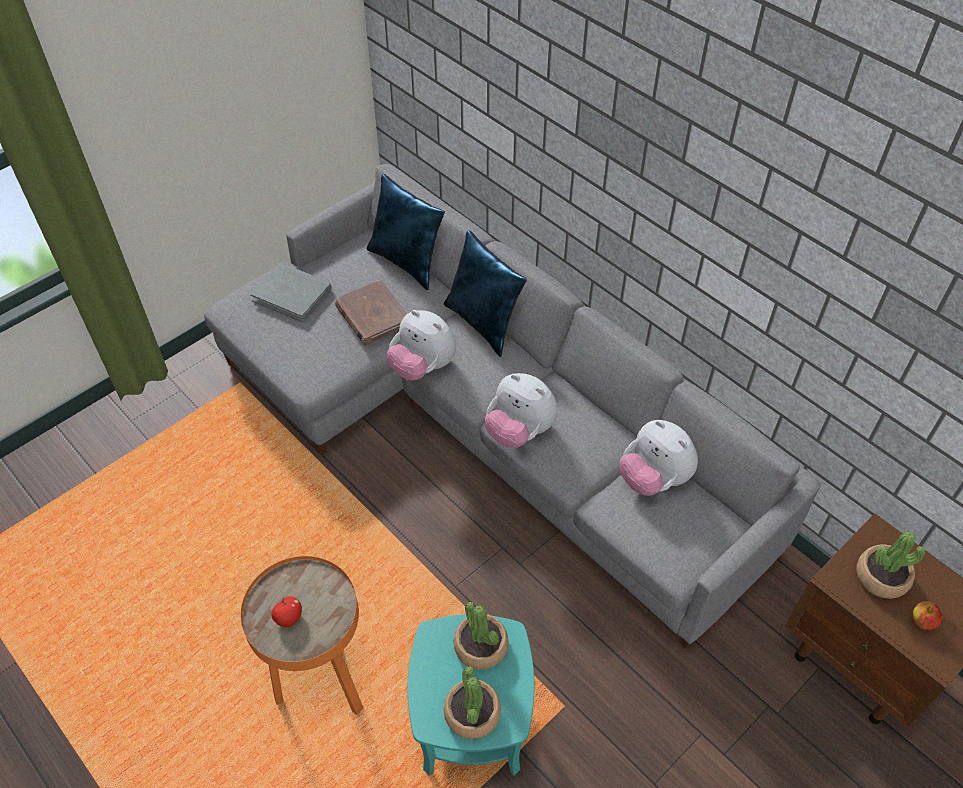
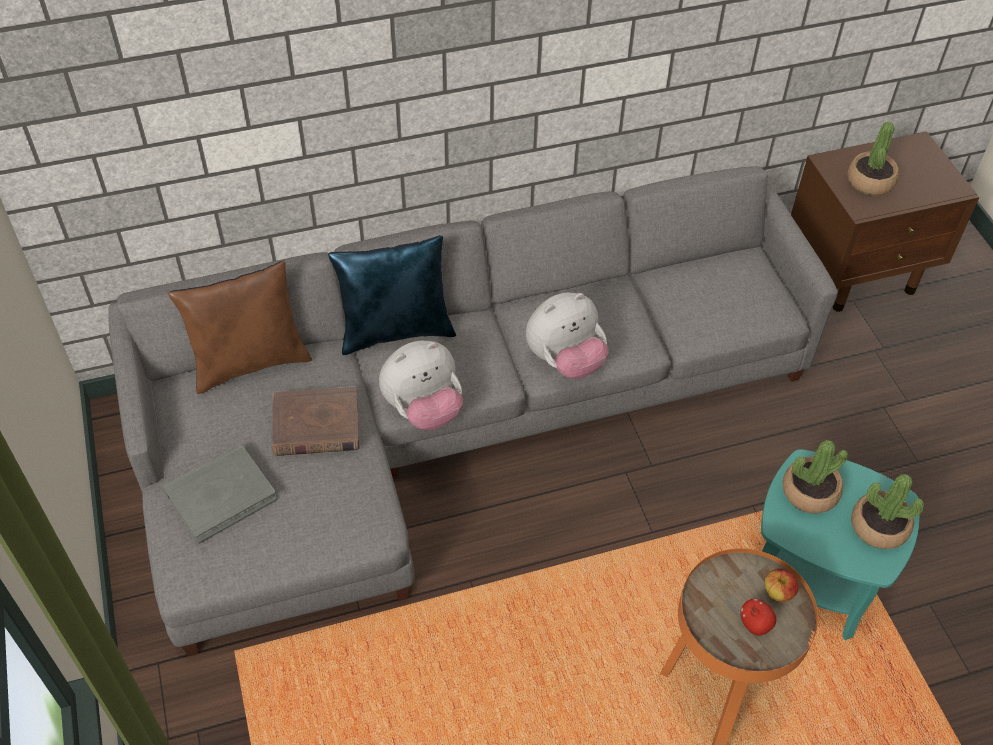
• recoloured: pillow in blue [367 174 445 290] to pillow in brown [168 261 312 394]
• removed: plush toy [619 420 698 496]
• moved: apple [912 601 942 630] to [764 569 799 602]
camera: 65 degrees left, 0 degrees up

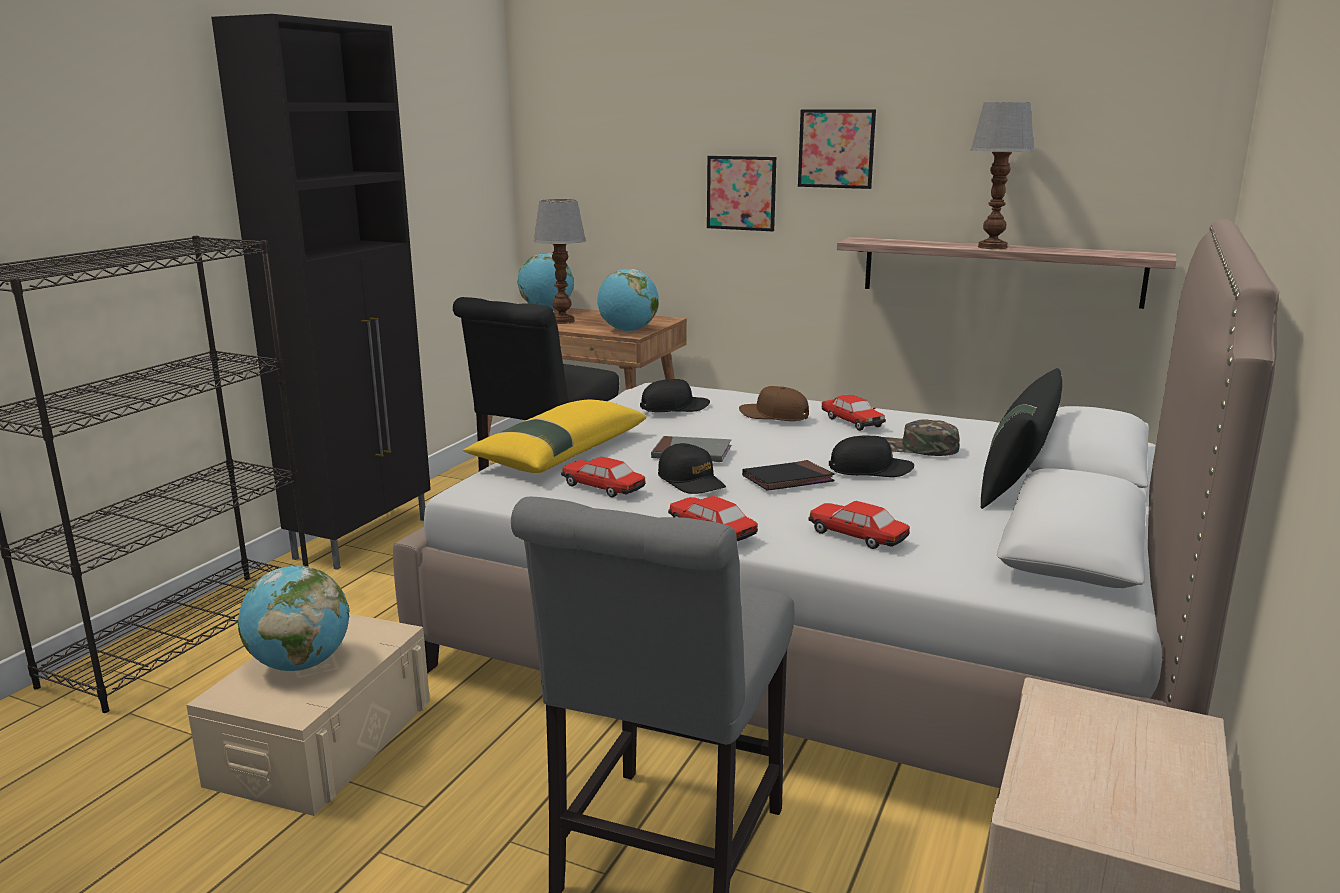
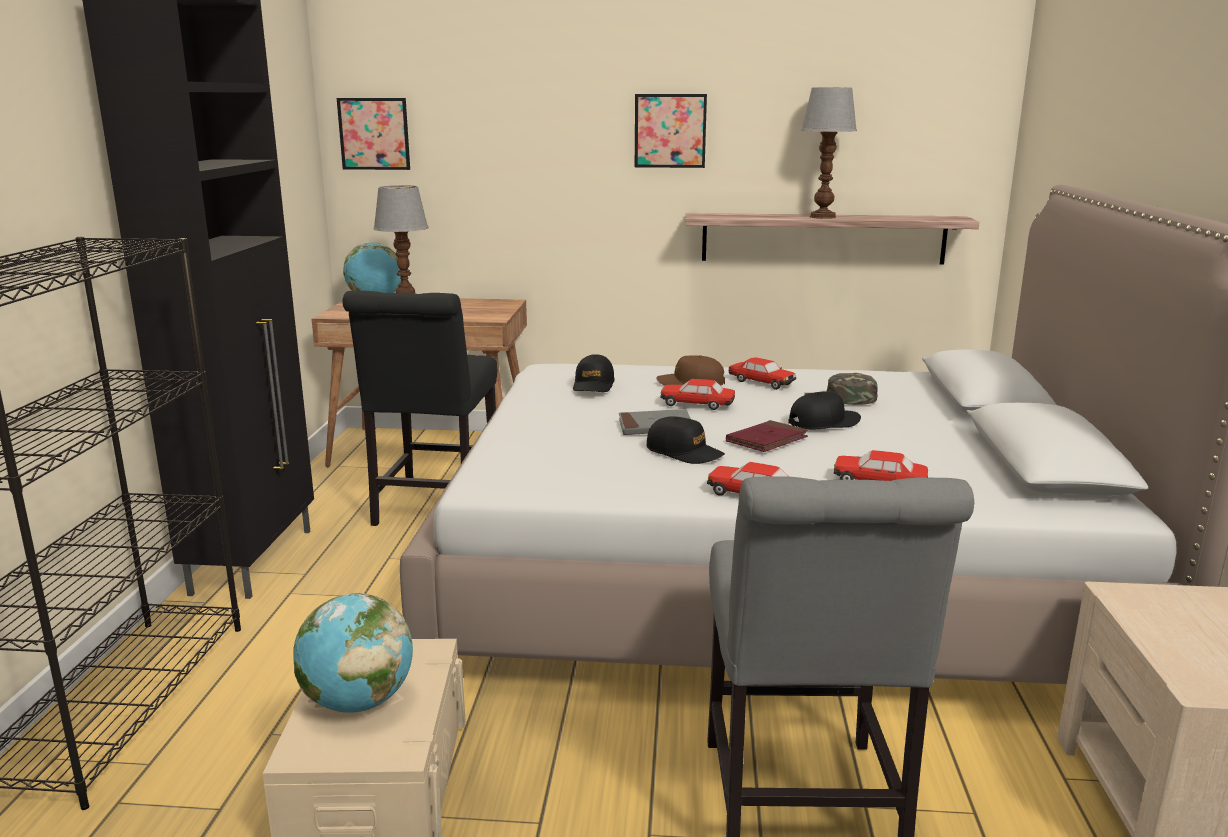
• moved: picture [707 156 776 231] to [337 98 410 170]
• removed: globe [597 269 659 332]
• removed: pillow in black [981 368 1062 509]
• turned: cap in black [640 379 710 412] = [573 354 615 392] 135 degrees clockwise
• removed: pillow in yellow [463 400 647 473]
• moved: toy car [561 457 646 498] to [660 379 735 410]
• recoloured: book in black [742 460 835 491] to book in red [726 420 808 452]
camera: 20 degrees left, 0 degrees up

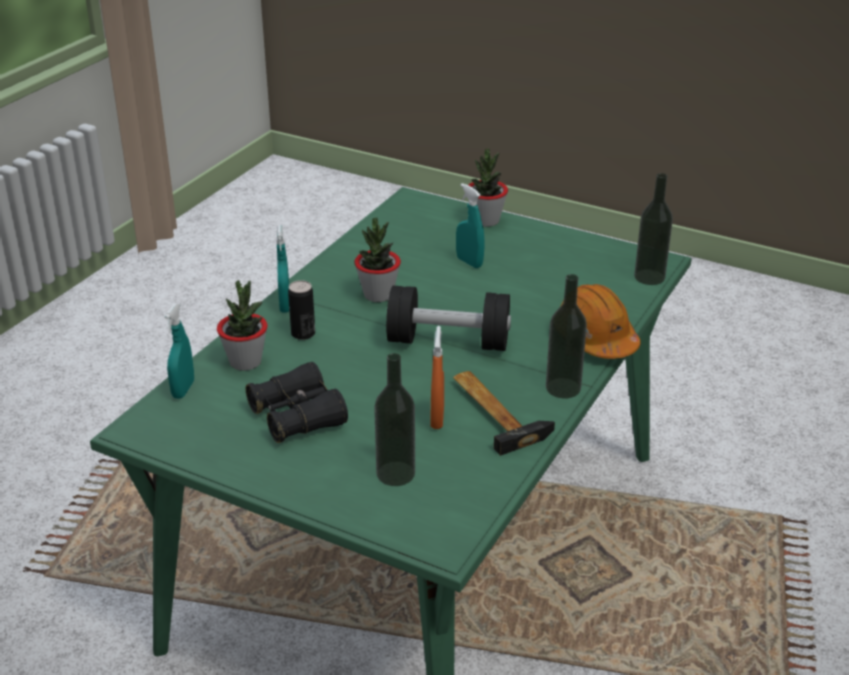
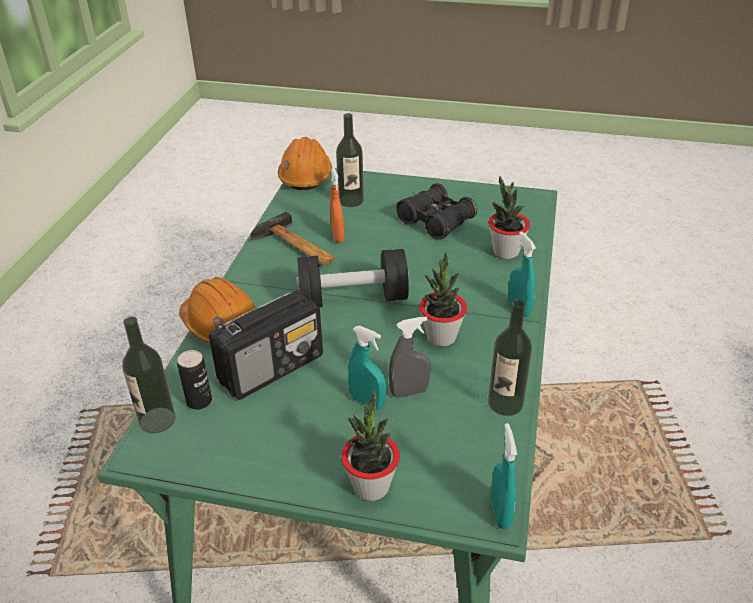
• moved: bottle [546 274 587 398] to [488 299 532 416]
• moved: can [288 280 315 340] to [177 350 212 410]
• moved: spray bottle in turquoise [164 304 194 399] to [491 423 517 529]
• added: hard hat in orange [278 137 332 190]
• added: radio [209 291 323 400]
• added: spray bottle in grey [389 317 431 398]
camera: 165 degrees right, 5 degrees up

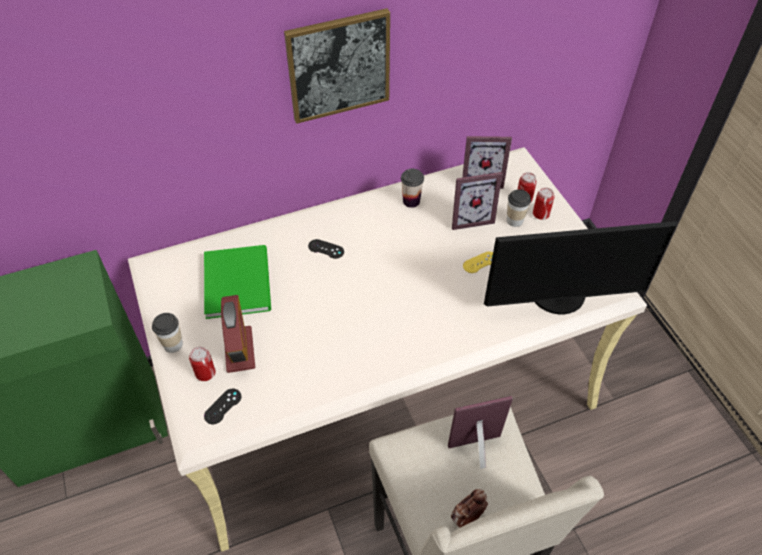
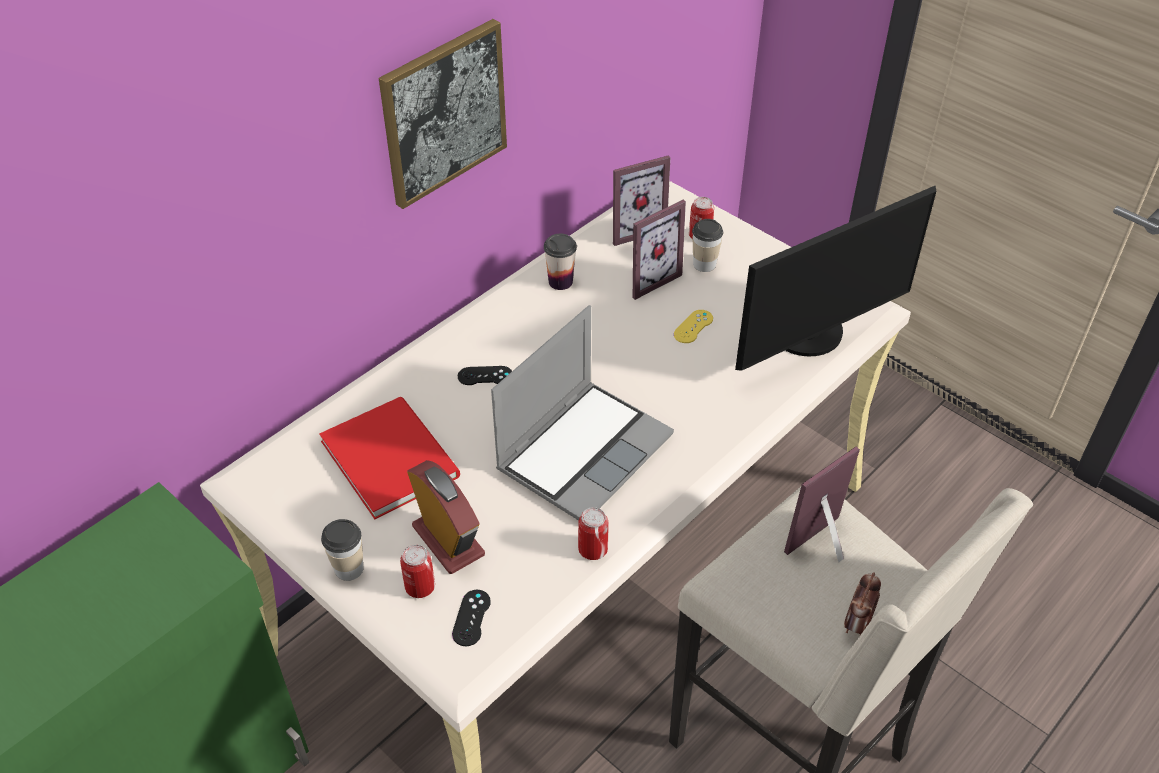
• moved: can [533 188 554 220] to [578 507 608 560]
• recoloured: book in green [204 245 271 319] to book in red [319 396 460 519]
• added: laptop [491 305 674 521]
camera: 25 degrees left, 5 degrees down

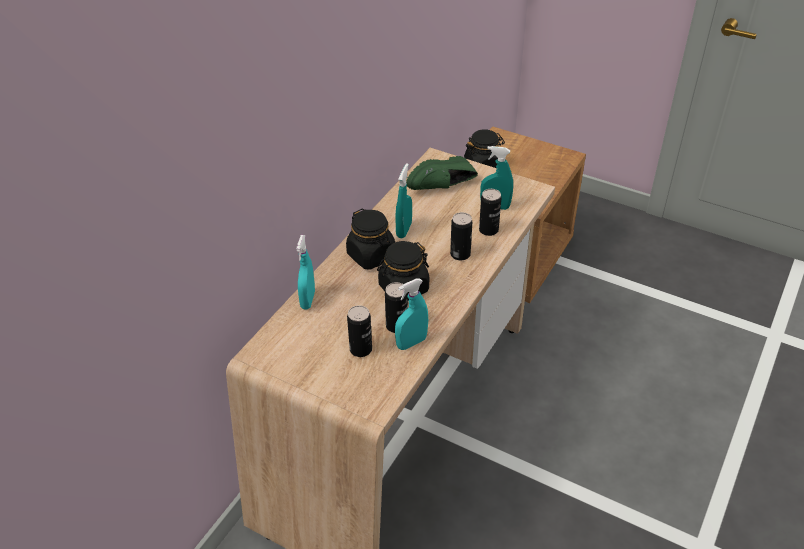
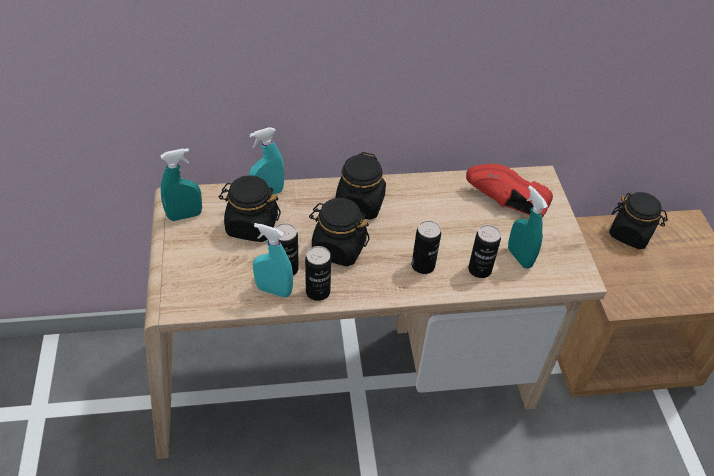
• recoloured: shoe in green [406 156 478 190] to shoe in red [466 164 553 217]
• moved: spray bottle in turquoise [395 163 412 238] to [161 148 202 221]
• moved: can [347 305 372 357] to [305 246 331 301]
• added: jar in black [219 175 281 242]
camera: 50 degrees right, 5 degrees up

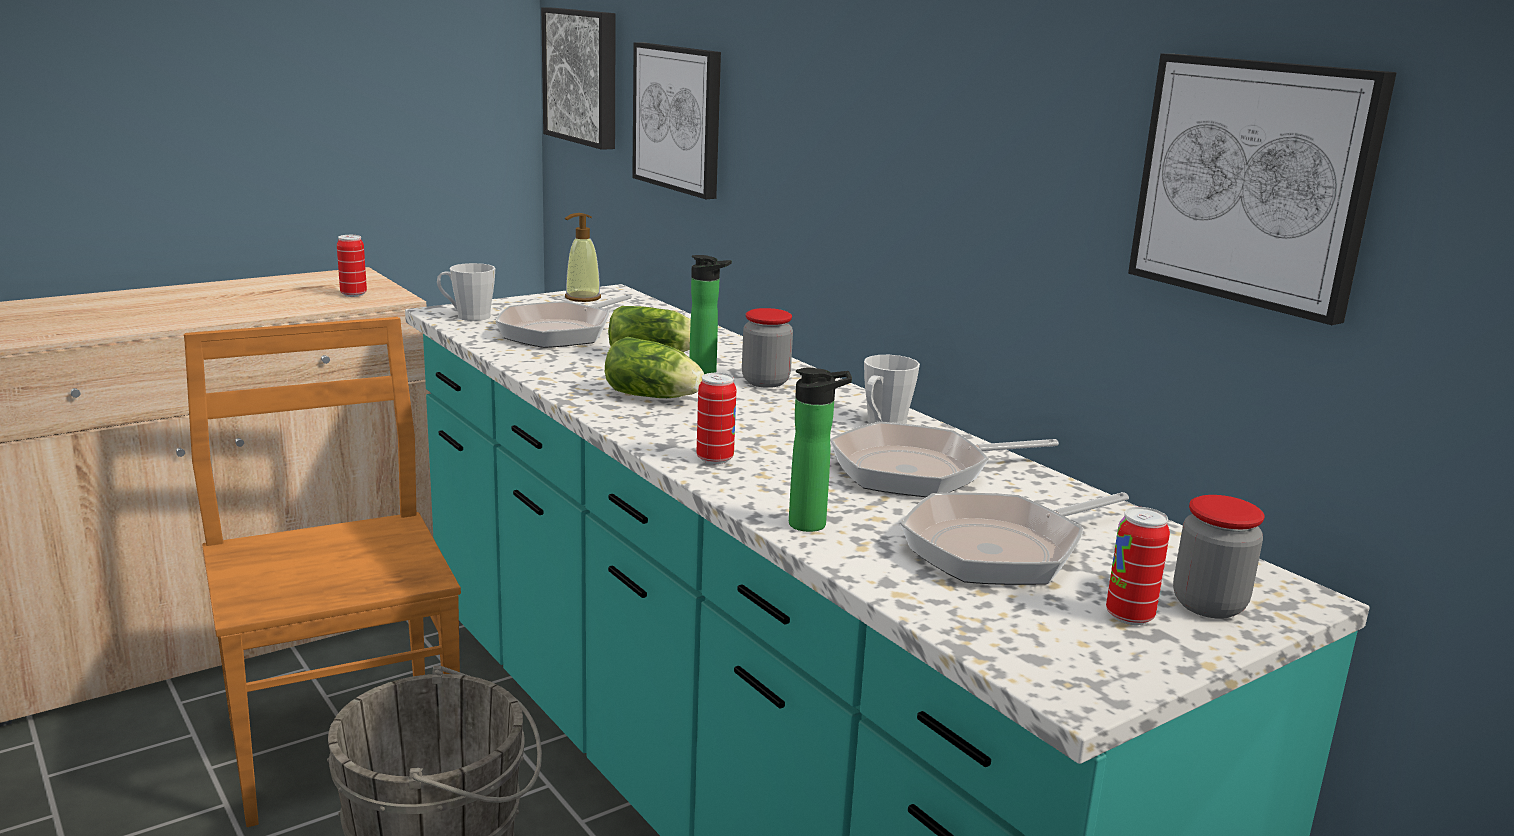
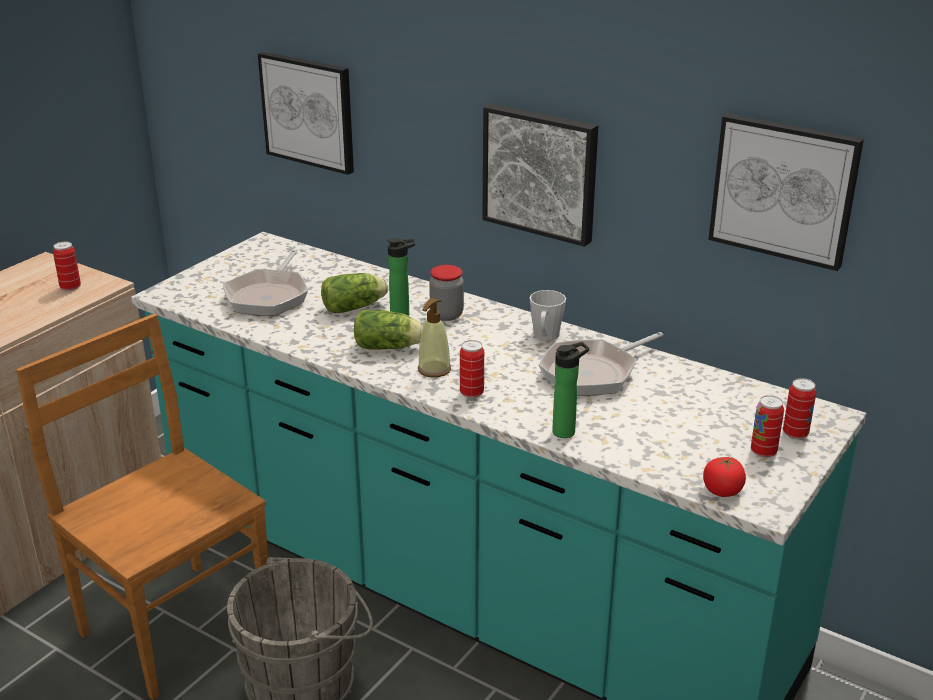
• moved: picture [541 7 616 150] to [482 103 598 247]
• moved: soap dispenser [565 213 601 302] to [418 298 451 377]
• removed: mug in grey [437 263 495 321]
• removed: frying pan [901 492 1129 585]
• replaced: jar [1173 495 1265 619] to can [783 378 816 439]
• added: tomato [703 457 746 497]
camera: 20 degrees left, 10 degrees up

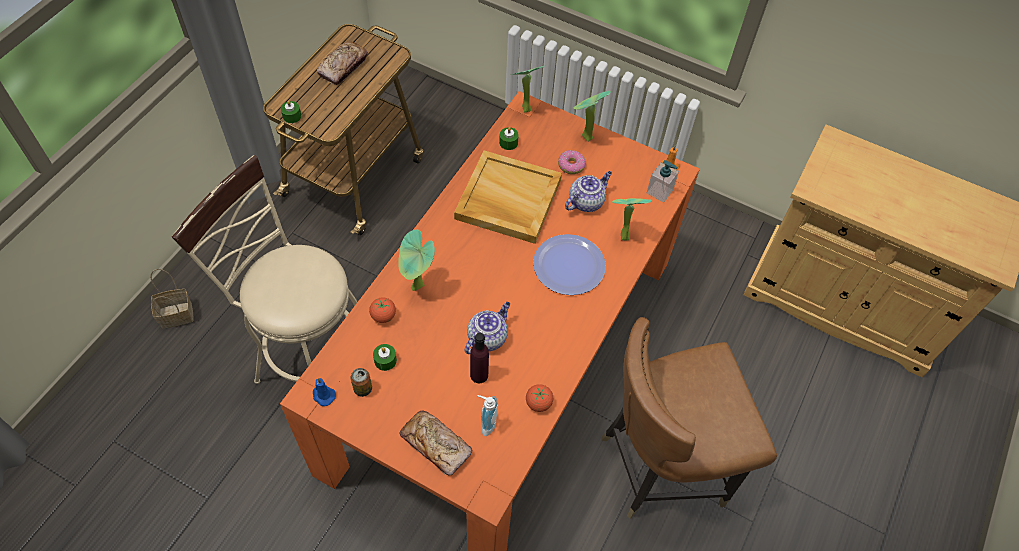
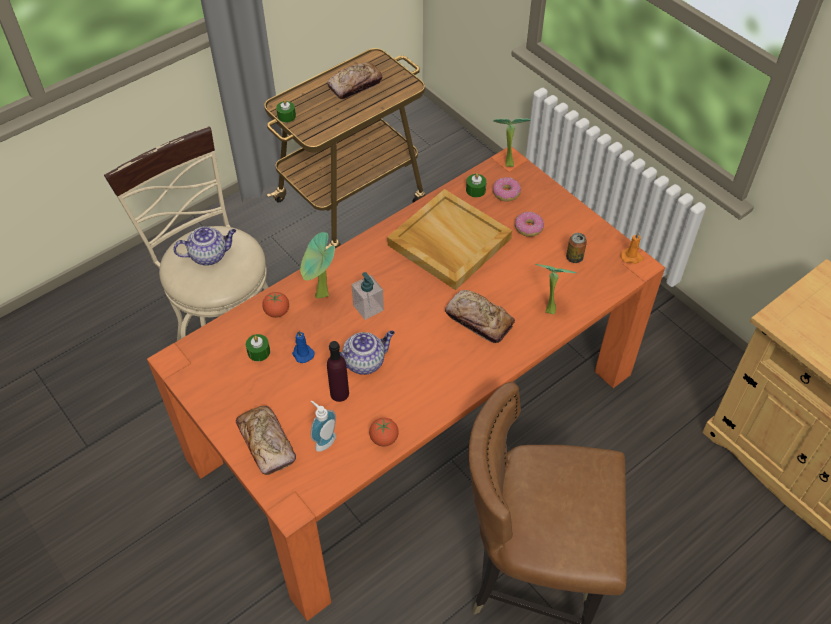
• removed: potted plant [573 91 611 142]
• moved: soap dispenser [647 160 679 203] to [352 272 384 320]
• moved: teapot [565 171 612 212] to [173 226 236 266]
• replaced: plate [533 234 606 295] to bread [445 290 515 343]
• removed: basket [150 269 193 329]
• moved: can [350 368 372 397] to [566 233 587 263]
• moved: candle in blue [313 378 336 406] to [292 330 314 363]
• added: donut [493 177 521 202]
camera: 25 degrees right, 5 degrees down

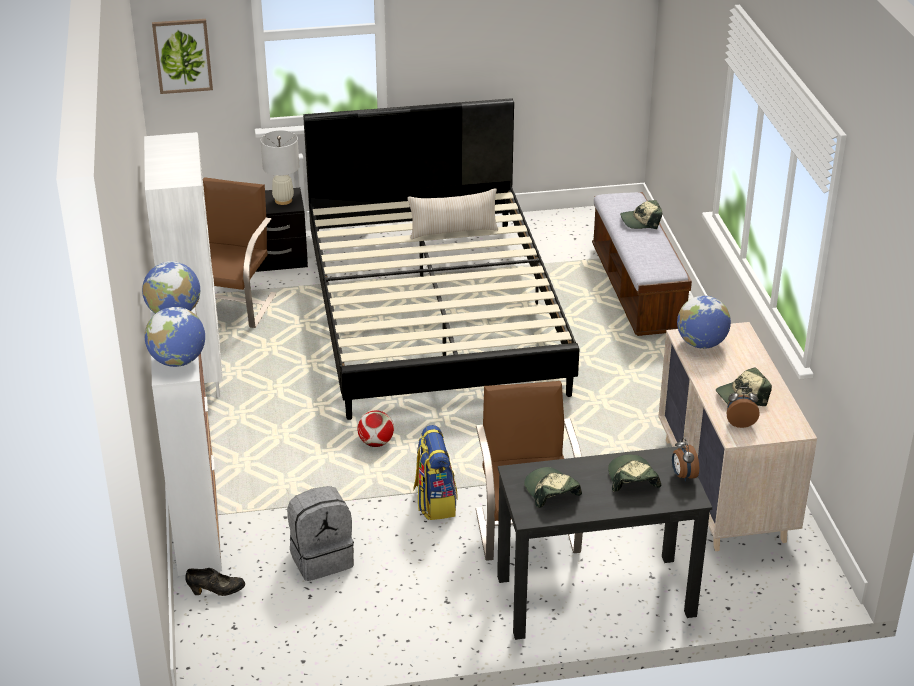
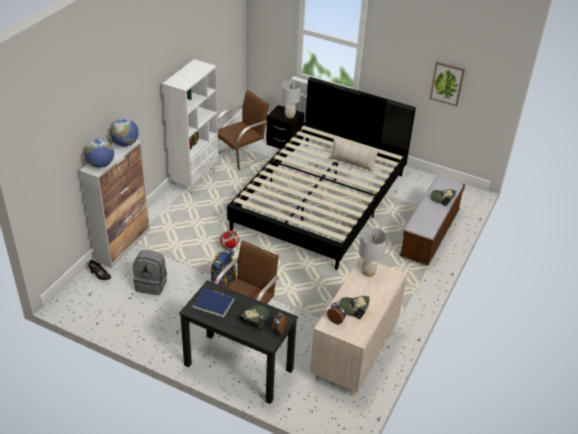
• moved: picture [152 19 213 94] to [430 62 465 107]
• replaced: globe [677 296 731 349] to table lamp in white [359 228 387 277]
• replaced: cap [524 467 582 508] to book in blue [193 288 234 318]
camera: 35 degrees right, 5 degrees up

